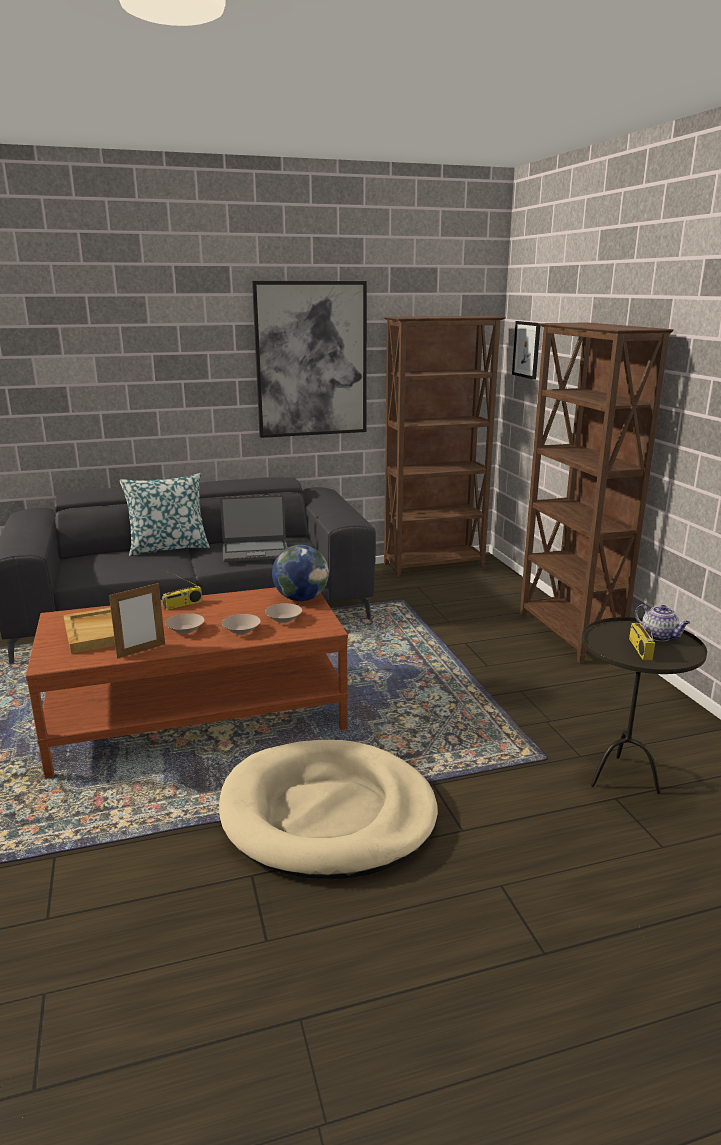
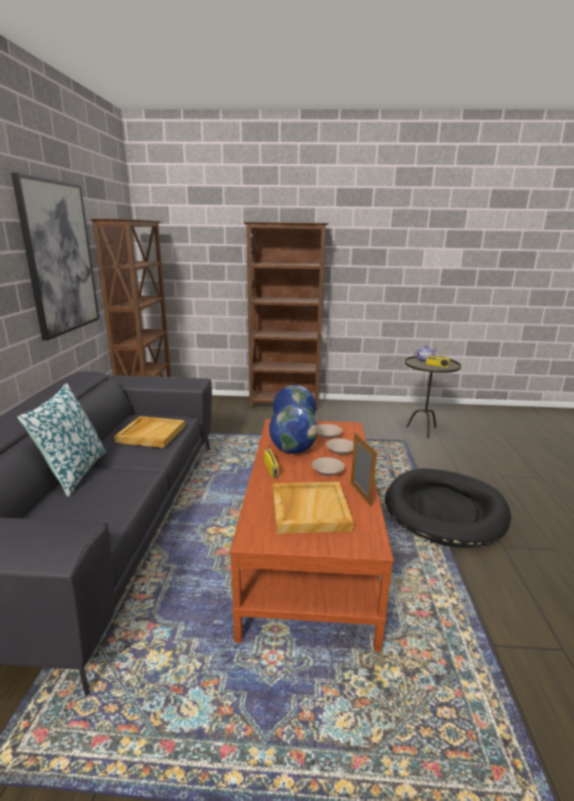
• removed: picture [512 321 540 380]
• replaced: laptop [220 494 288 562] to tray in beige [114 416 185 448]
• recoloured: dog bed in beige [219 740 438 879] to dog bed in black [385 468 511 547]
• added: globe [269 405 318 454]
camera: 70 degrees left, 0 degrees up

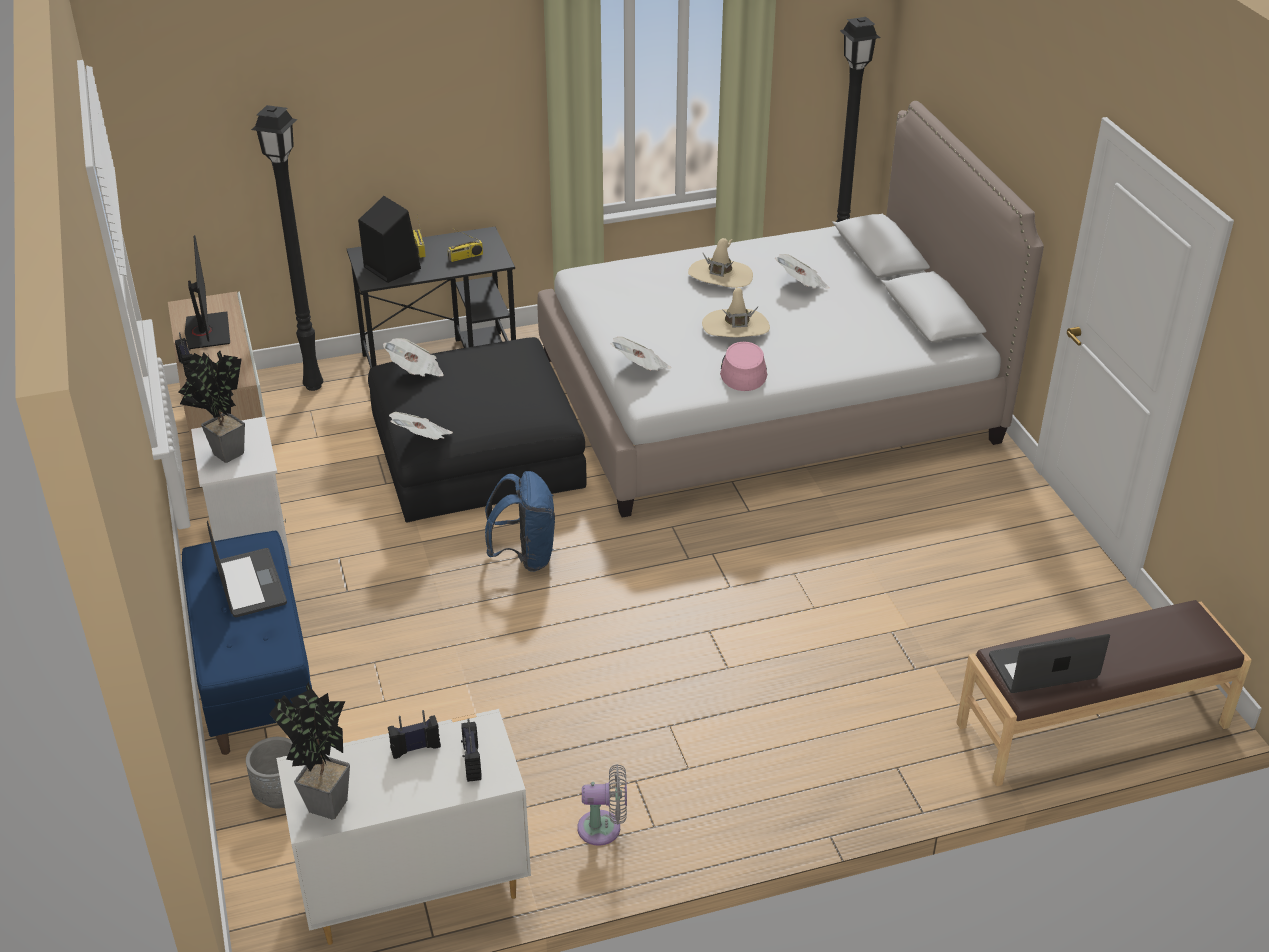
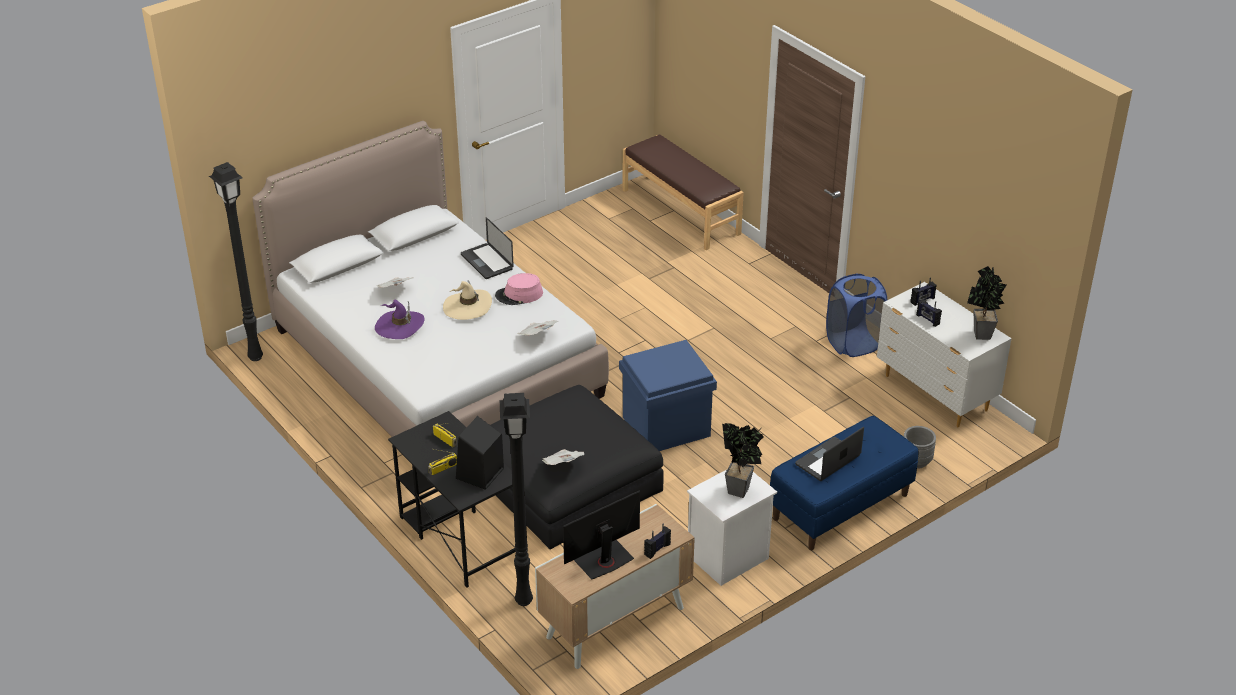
• recoloured: hat in beige [688 238 753 288] to hat in purple [375 300 424 339]
• removed: newspaper [389 412 453 440]
• replaced: backpack in blue [485 471 555 571] to storage box in blue [619 340 717 451]
• moved: laptop [989 634 1110 693] to [461 217 514 279]
• replaced: fan in grey [577 764 627 846] to laundry basket in blue [826 273 888 357]
camera: 110 degrees left, 0 degrees up

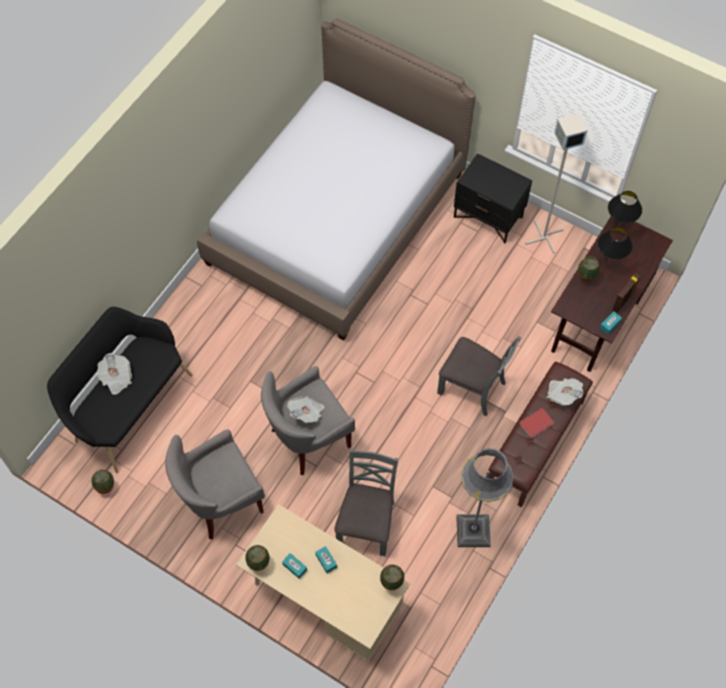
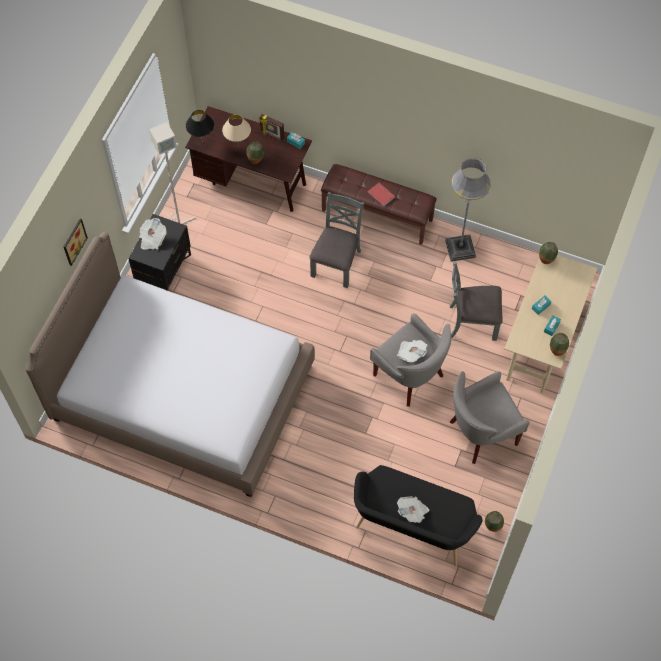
• recoloured: table lamp in black [597 227 633 264] to table lamp in beige [222 115 251 148]
• moved: newspaper [547 378 583 405] to [139 218 167 250]
• turned: armchair in grey [165 430 265 540] = [450 371 530 464] 105 degrees clockwise
• added: picture [64 219 88 266]
camera: 100 degrees left, 0 degrees up

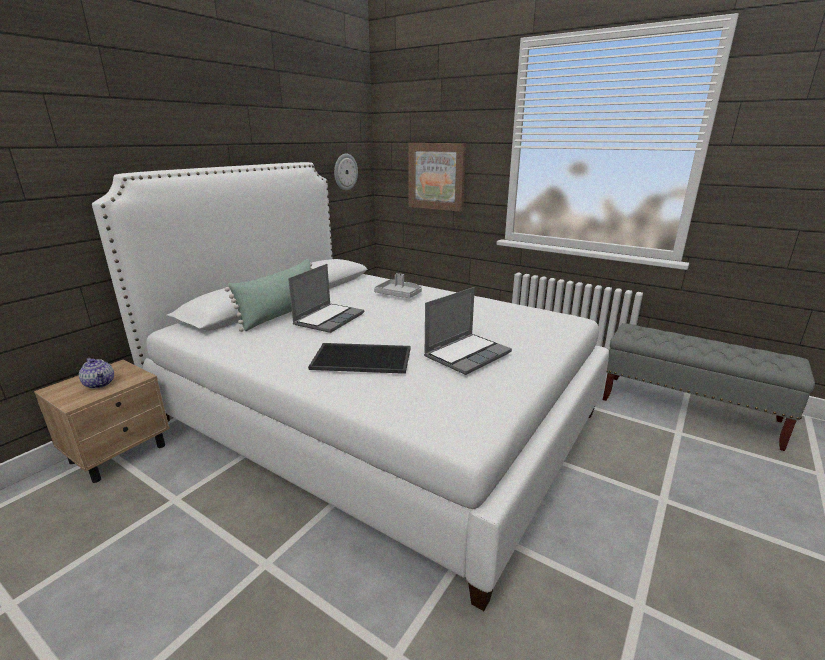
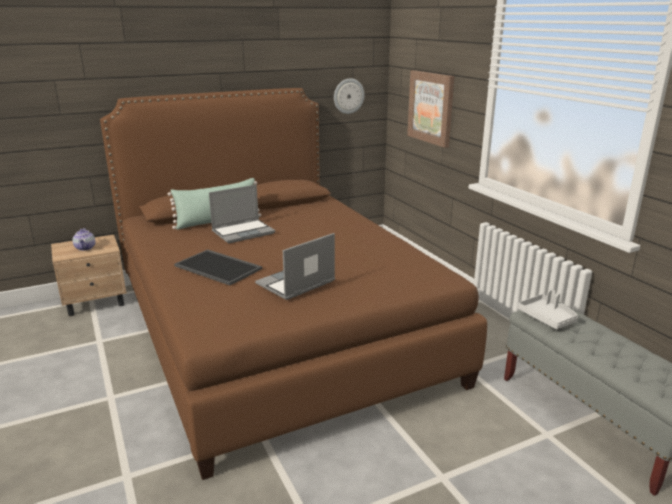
• recoloured: bed in white [92 162 609 611] to bed in brown [100 88 487 480]
• moved: tray in grey [374 273 422 298] to [517 290 578 329]
• turned: laptop [424 287 512 375] = [255 233 335 300] 150 degrees clockwise
camera: 30 degrees right, 0 degrees up

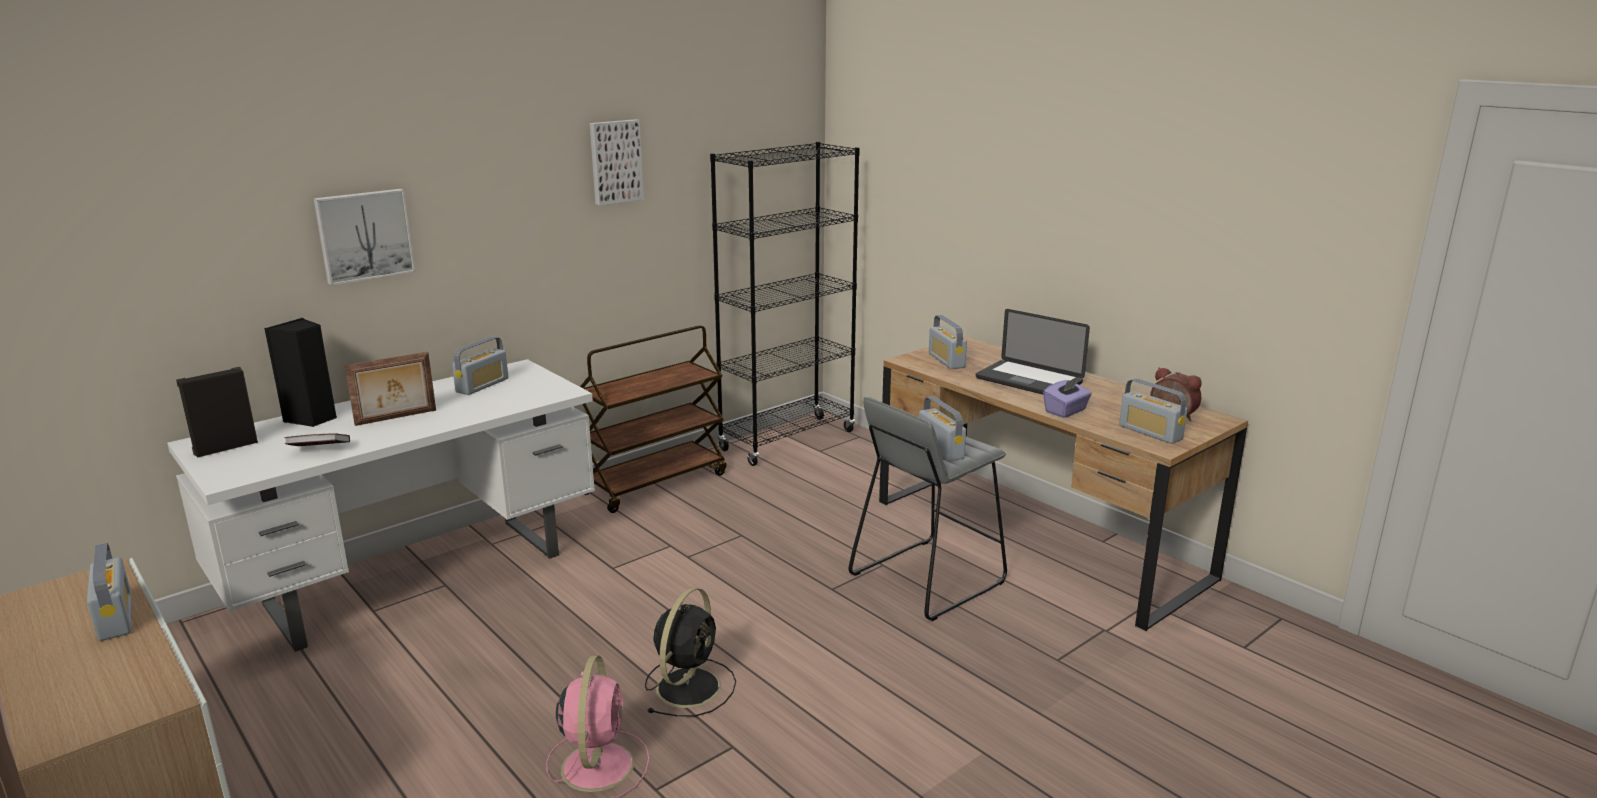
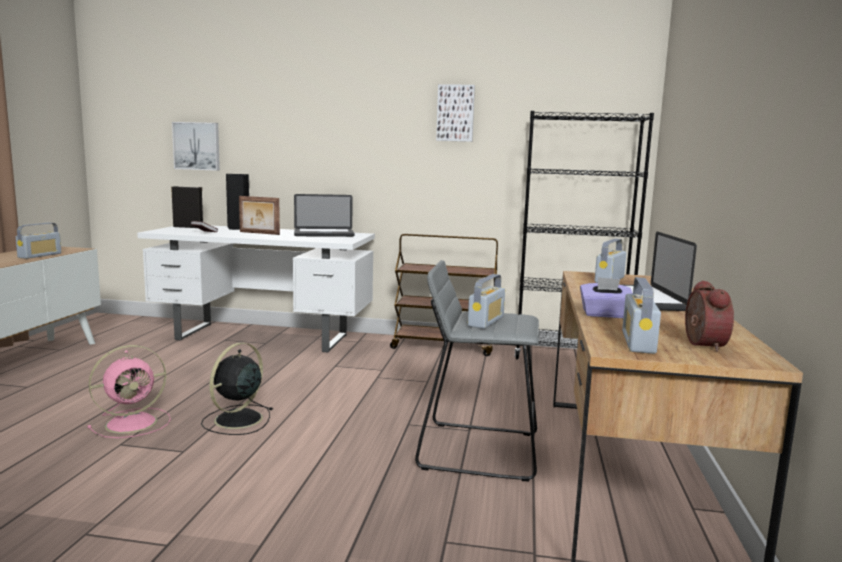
• moved: picture [313 189 415 286] to [172 122 220 171]
• replaced: radio [452 337 508 395] to laptop [294 194 355 237]
• turned: fan in black [645 587 736 717] = [201 343 273 435] 135 degrees clockwise
camera: 50 degrees right, 10 degrees down

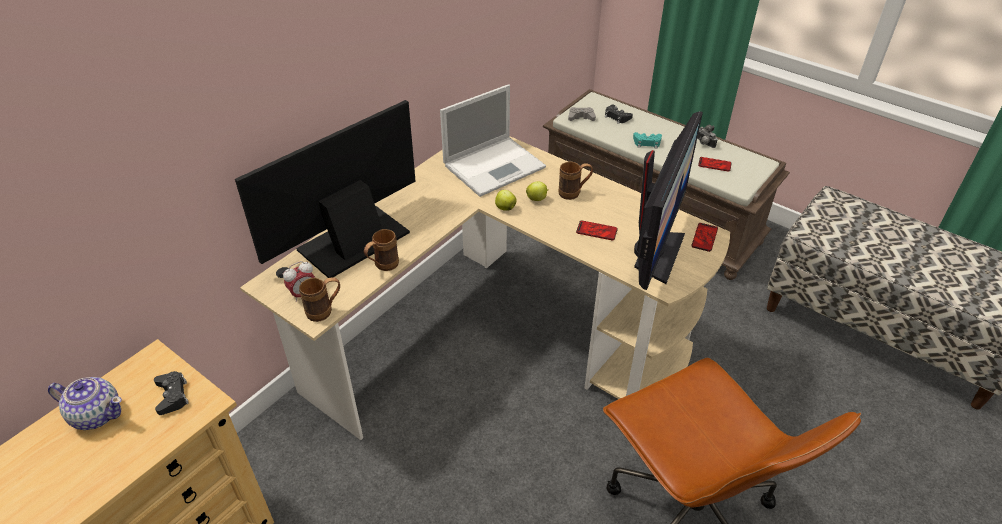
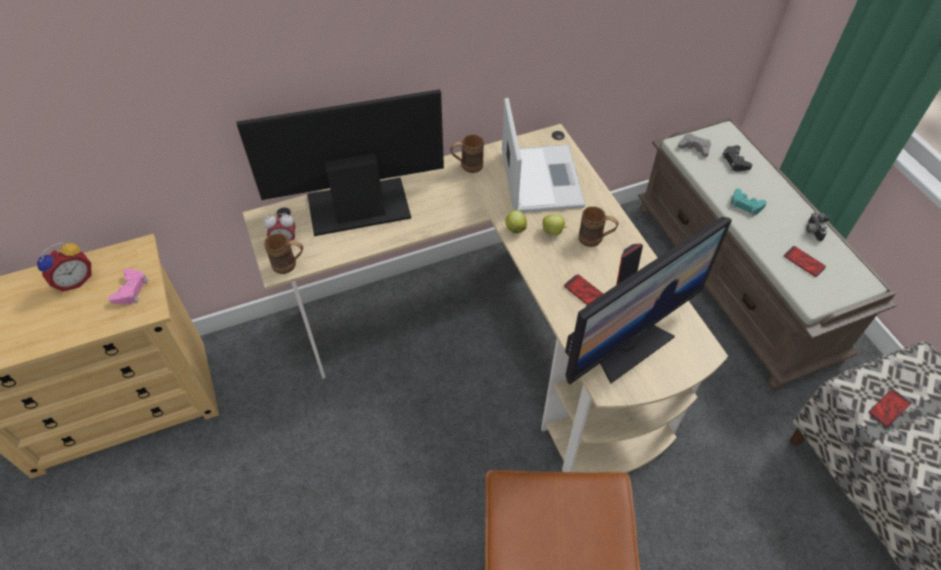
• turned: laptop [440 84 546 197] = [502 98 585 213] 90 degrees counterclockwise
• moved: phone [691 223 718 252] to [869 389 911 427]
• moved: mug in brown [364 229 399 271] to [450 134 484 173]
• recoloured: game controller in black [154 371 189 415] to game controller in pink [108 268 149 305]
• replaced: teapot [48 377 122 430] to alarm clock [37 242 91 292]
camera: 30 degrees right, 10 degrees up

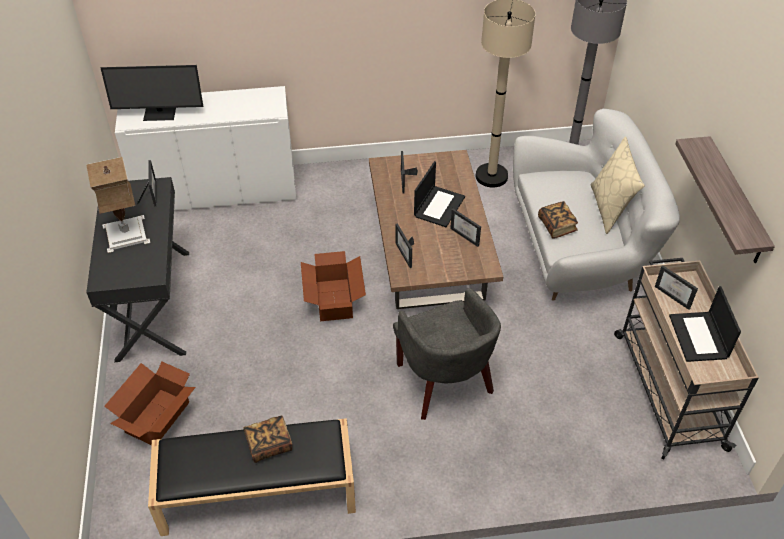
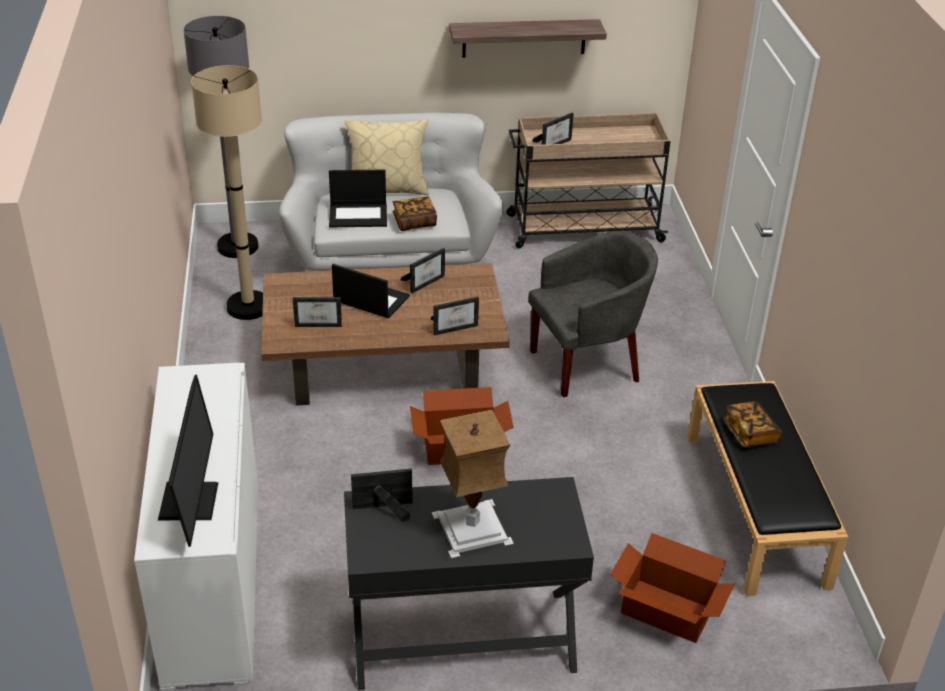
• moved: laptop [669 286 741 362] to [329 170 387 227]
camera: 90 degrees left, 10 degrees down

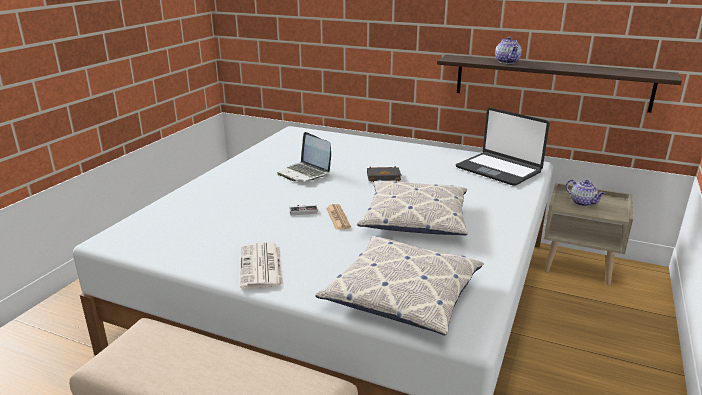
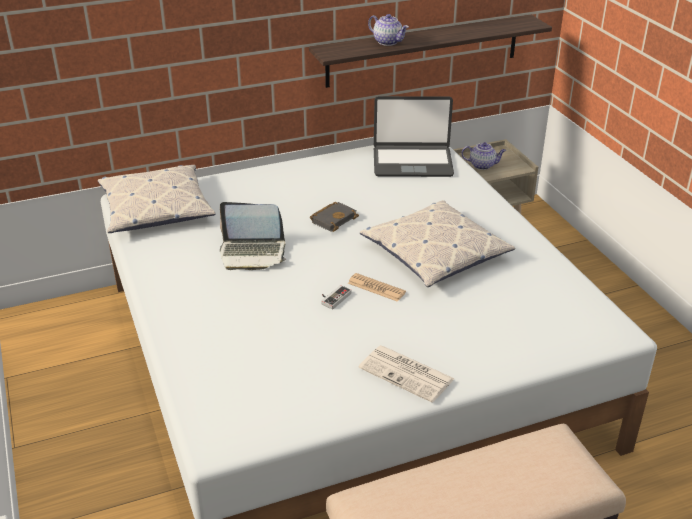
• moved: pillow [315 235 484 335] to [98 165 215 233]
camera: 45 degrees left, 10 degrees up

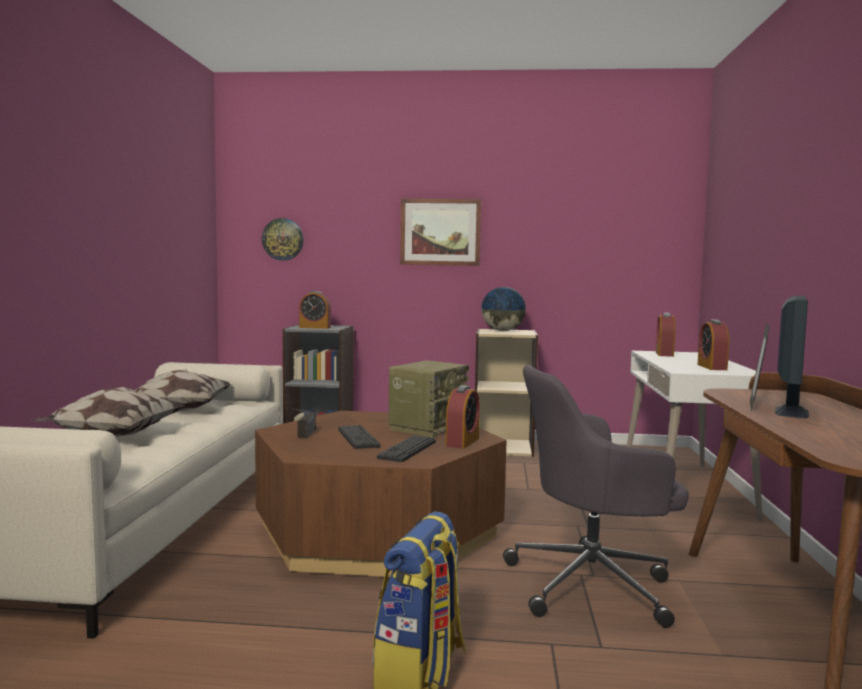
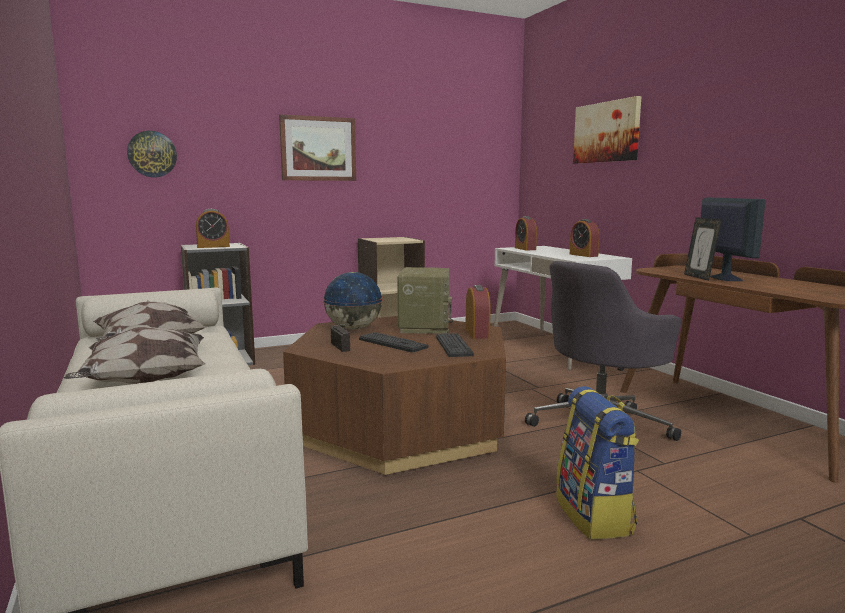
• moved: globe [481 287 527 331] to [323 272 383 330]
• added: picture [573 96 641 163]
camera: 30 degrees left, 5 degrees up

